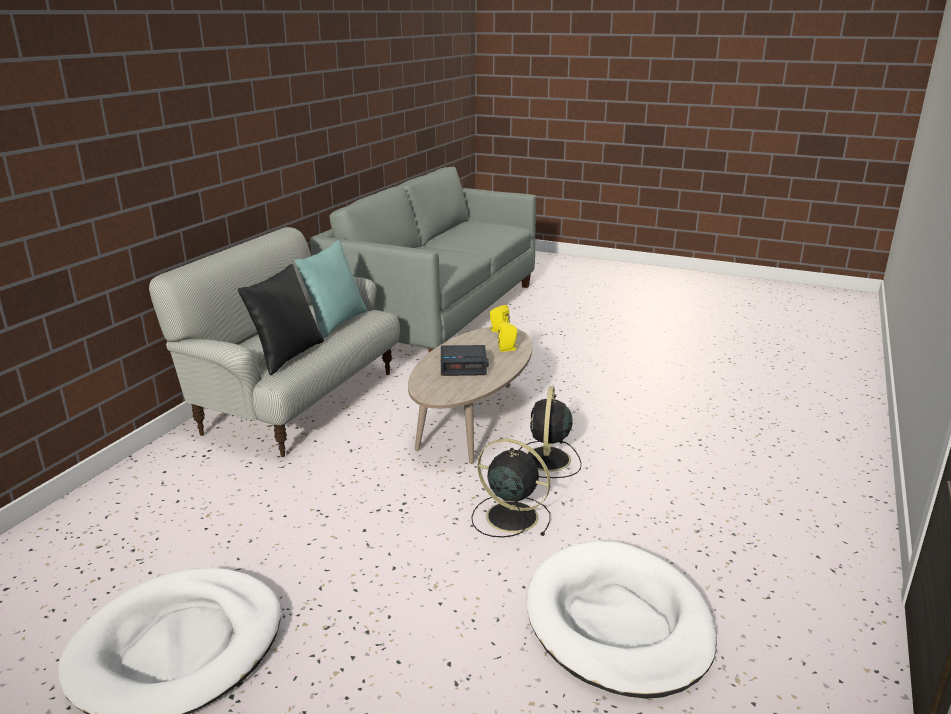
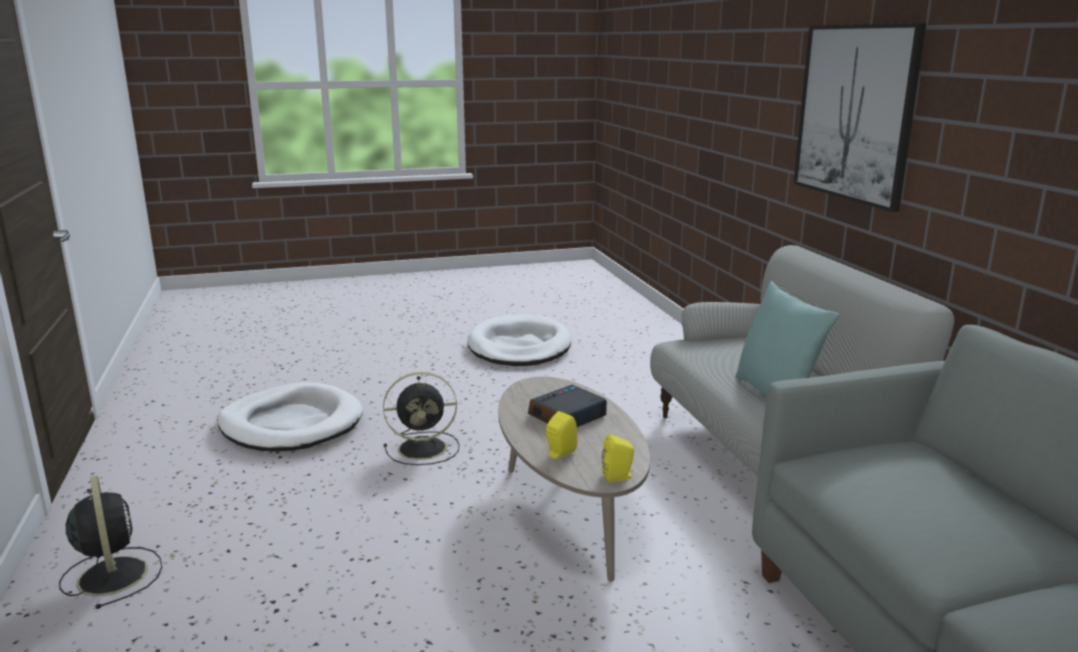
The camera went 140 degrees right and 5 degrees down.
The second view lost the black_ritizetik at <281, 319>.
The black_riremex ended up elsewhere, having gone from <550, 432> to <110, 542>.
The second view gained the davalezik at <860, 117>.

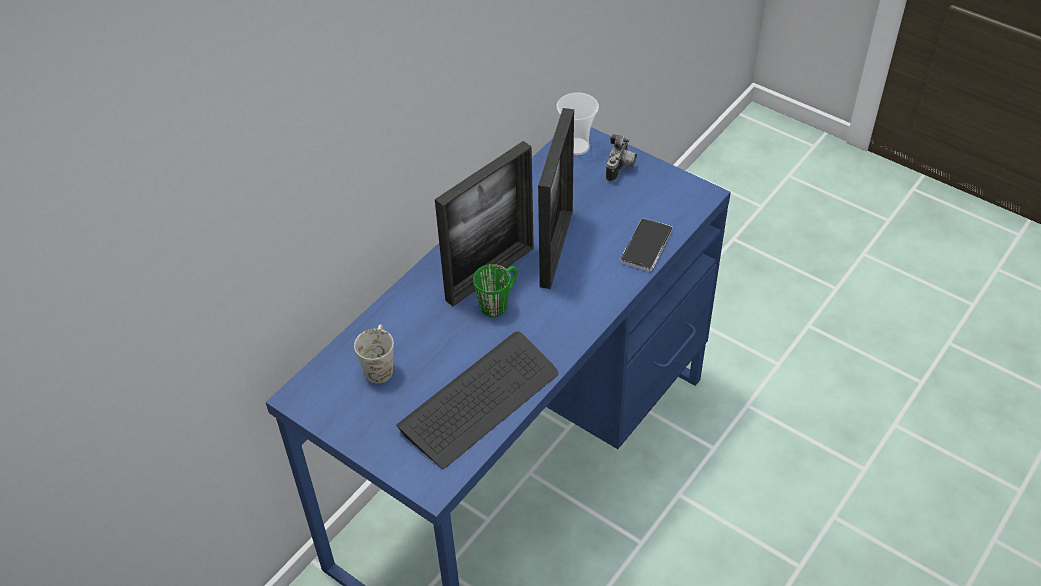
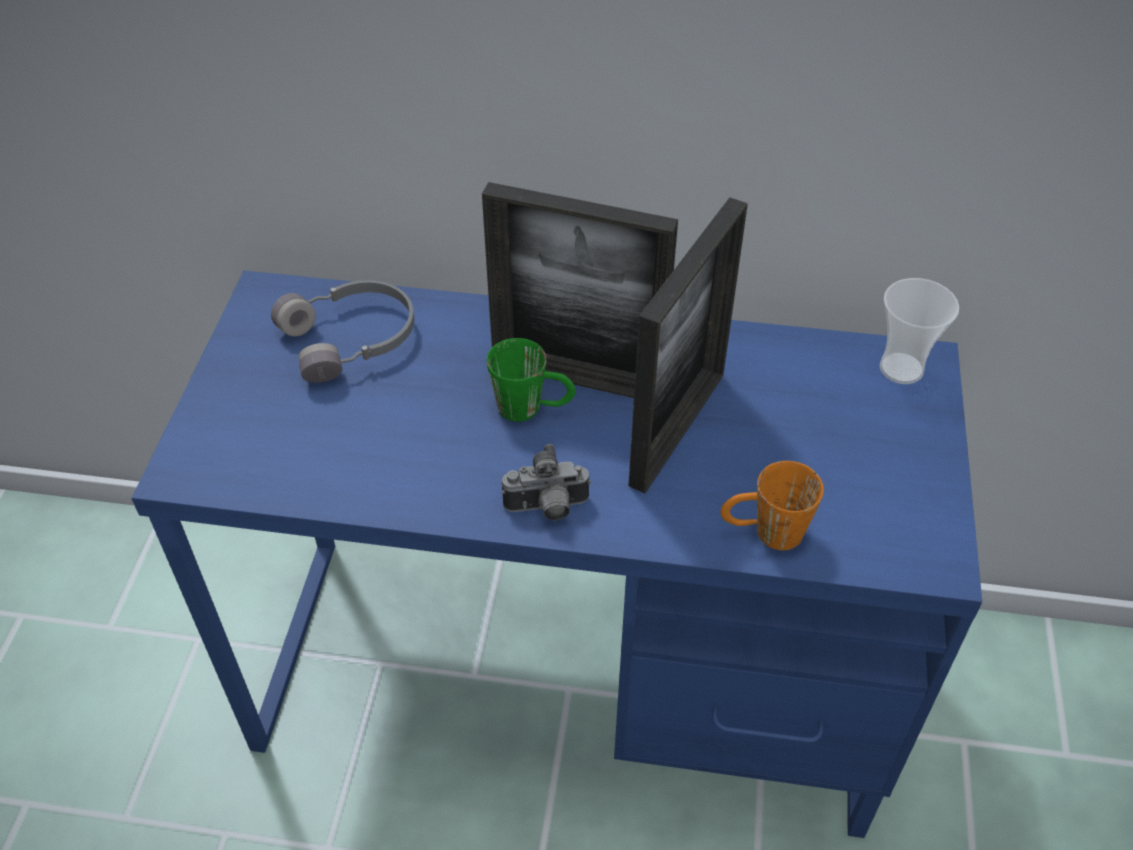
The camera went 60 degrees right and 0 degrees up.
The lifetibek at <556, 198> ended up facing another way, 45 degrees counterclockwise from before.
The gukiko ended up elsewhere, having gone from <621, 158> to <546, 482>.
Where the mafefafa stood at <646, 245>, the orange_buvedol came to stand at <772, 505>.
Where the white_buvedol stood at <374, 353>, the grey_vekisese came to stand at <342, 331>.
The second view lost the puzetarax at <477, 400>.

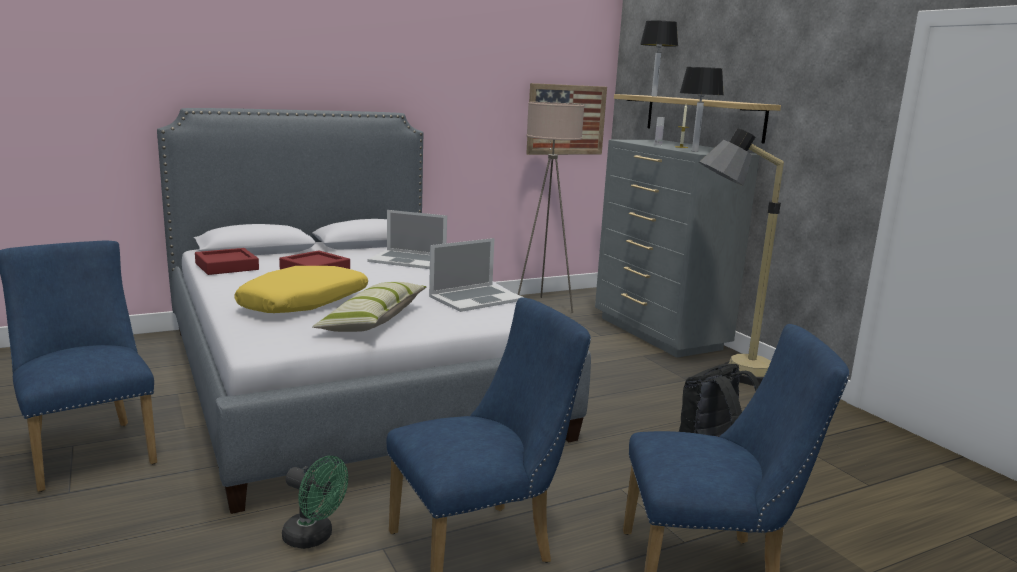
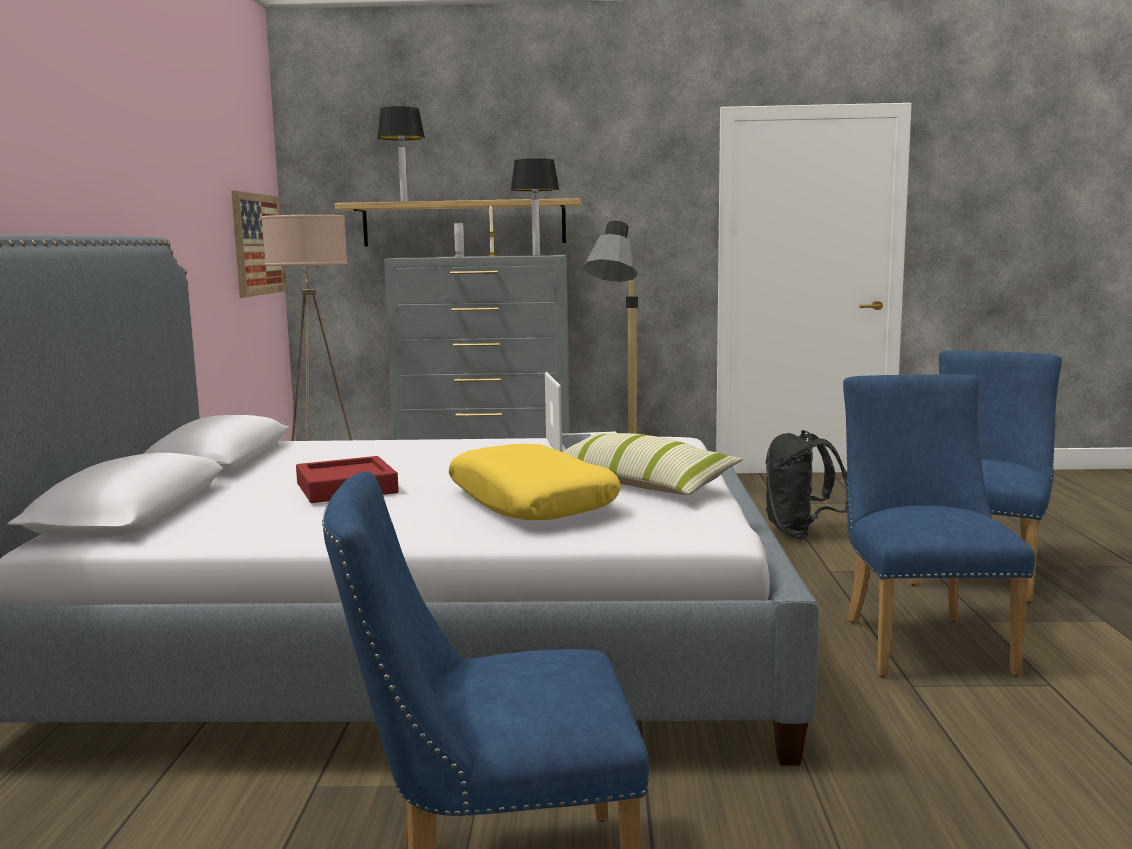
The camera went 60 degrees left and 5 degrees down.
The second view lost the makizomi at <407, 239>.
The second view lost the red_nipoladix at <227, 261>.
The second view lost the green_riremex at <315, 502>.

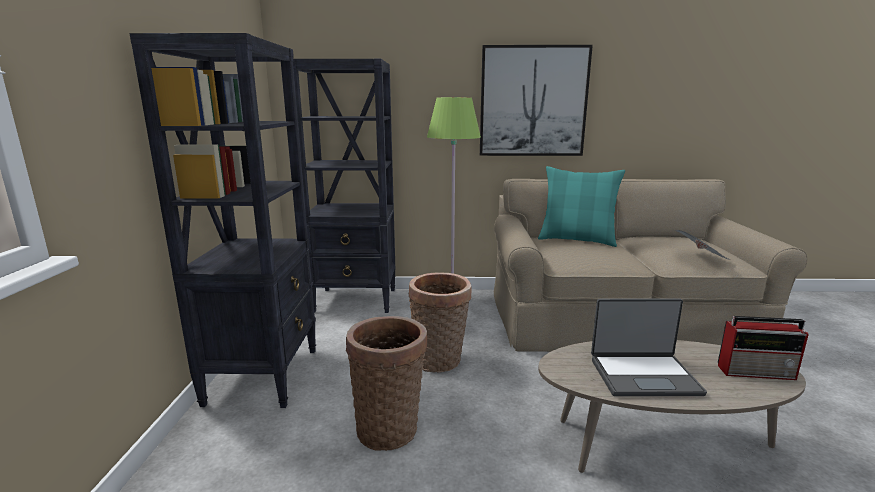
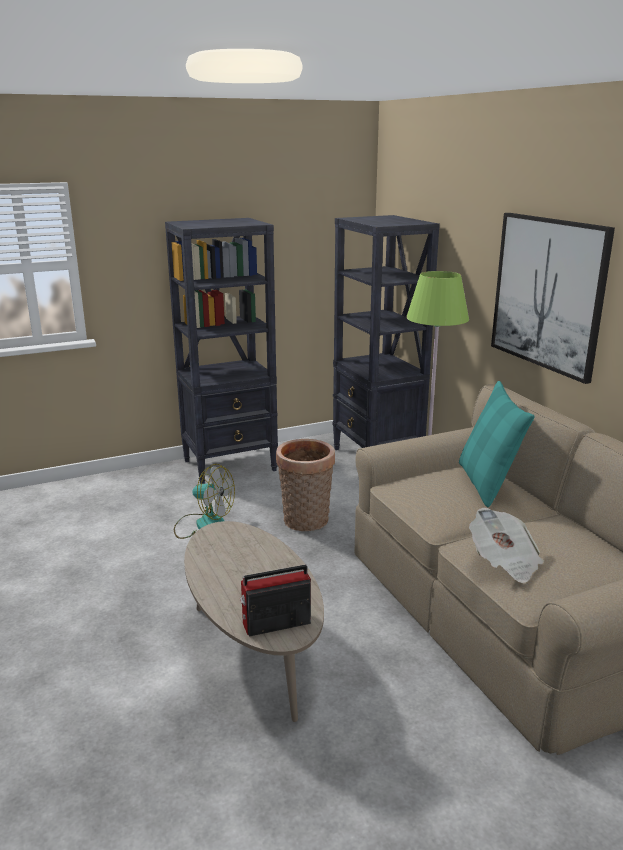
The camera went 65 degrees right and 5 degrees up.
The second view lost the makizomi at <649, 347>.
Where the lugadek stood at <386, 383>, the riremex came to stand at <204, 501>.
The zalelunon at <763, 348> ended up facing another way, 90 degrees clockwise from before.

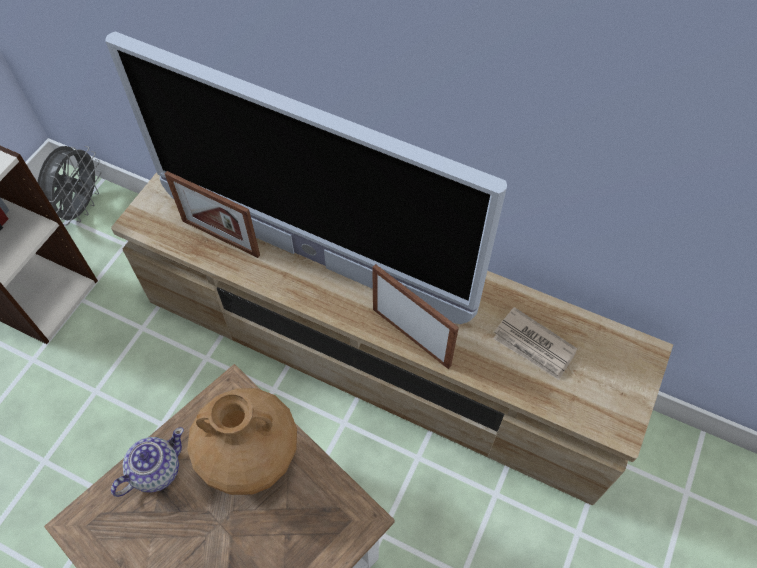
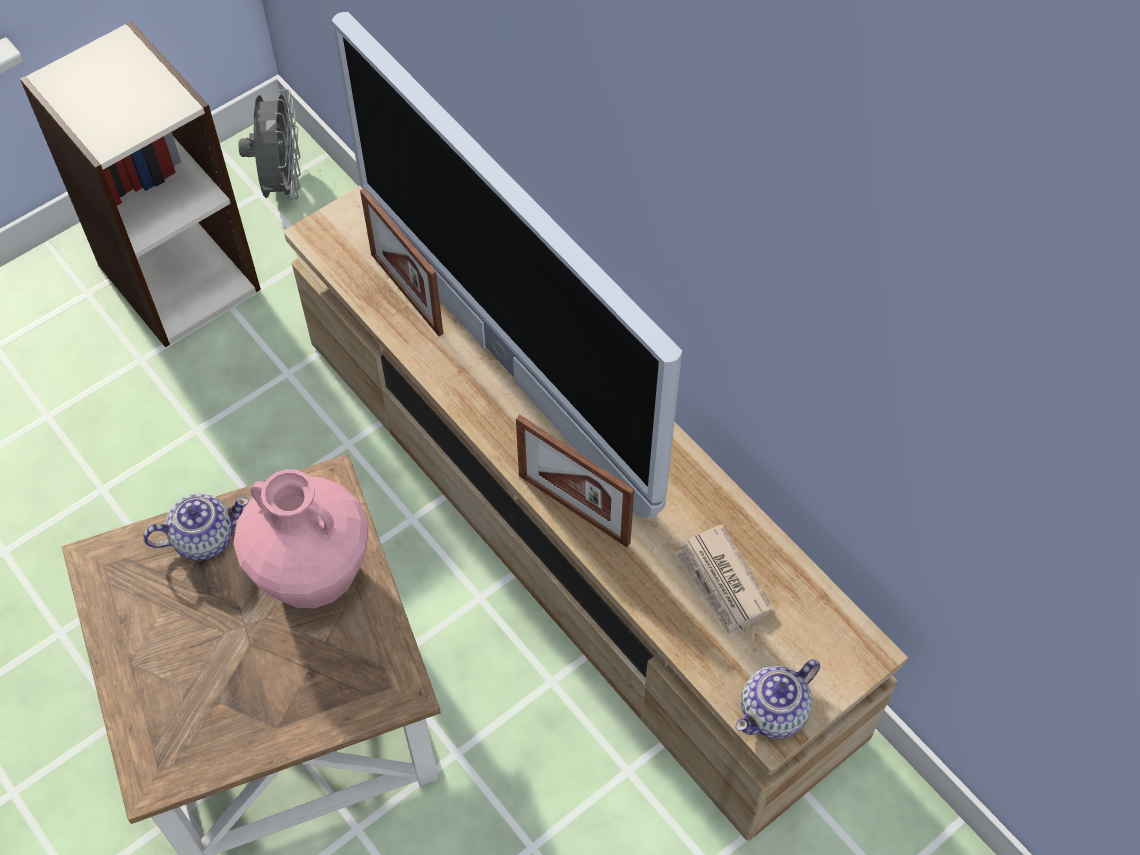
The camera went 25 degrees right and 0 degrees up.
The grey_riremex at <69, 186> ended up facing another way, 45 degrees counterclockwise from before.
The lifetibek at <415, 316> ended up facing another way, 150 degrees clockwise from before.
What was the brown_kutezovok at <242, 441> turned into the pink_kutezovok at <301, 538>.
The second view gained the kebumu at <777, 699>.

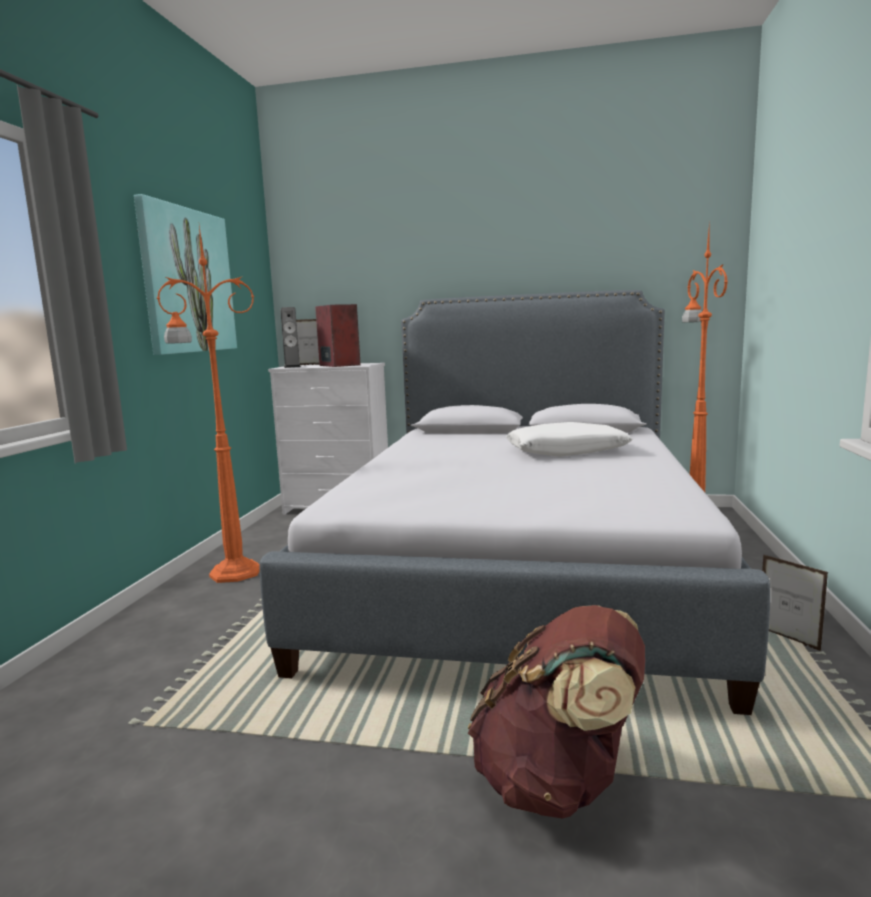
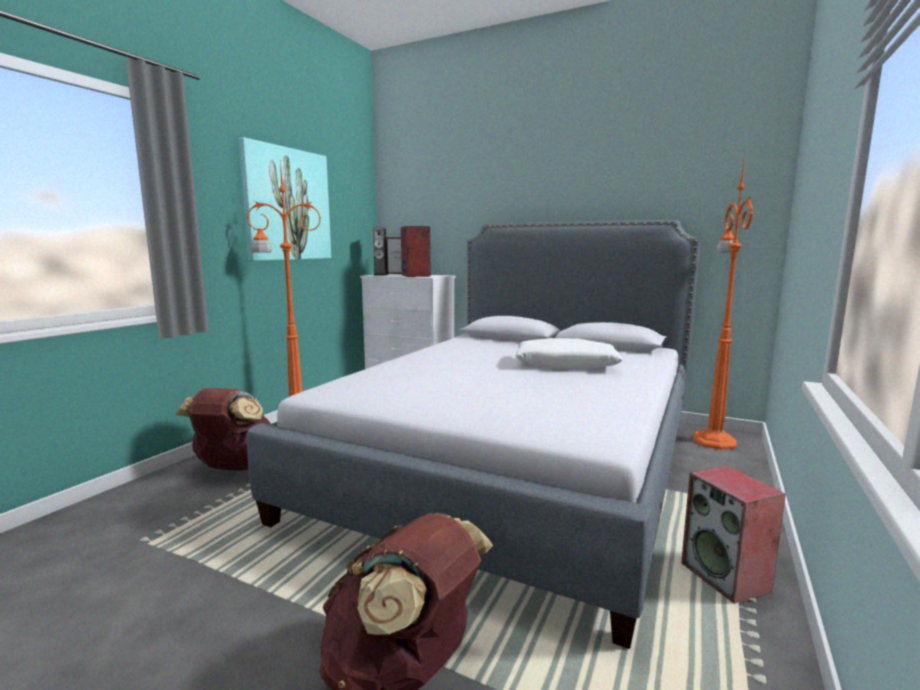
The camera went 15 degrees right and 0 degrees up.
Where the lifetibek stood at <795, 602>, the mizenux came to stand at <733, 534>.
The second view gained the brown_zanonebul at <223, 429>.

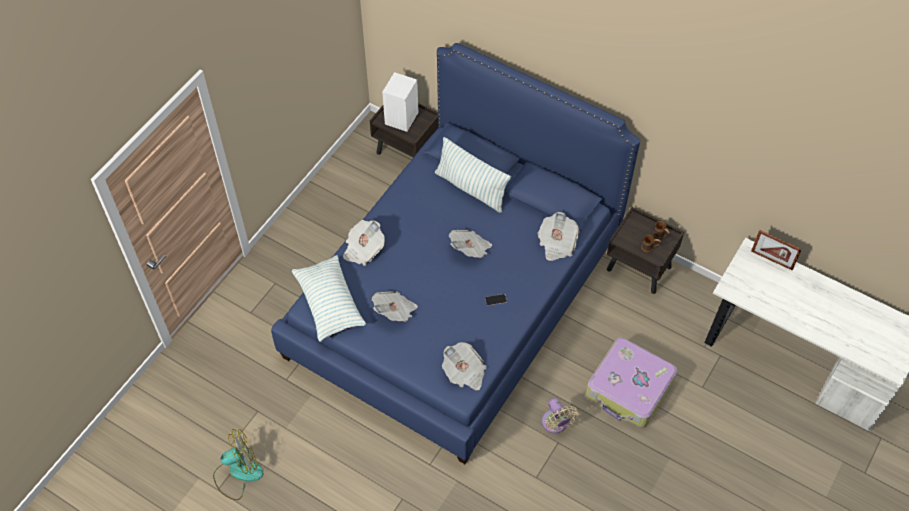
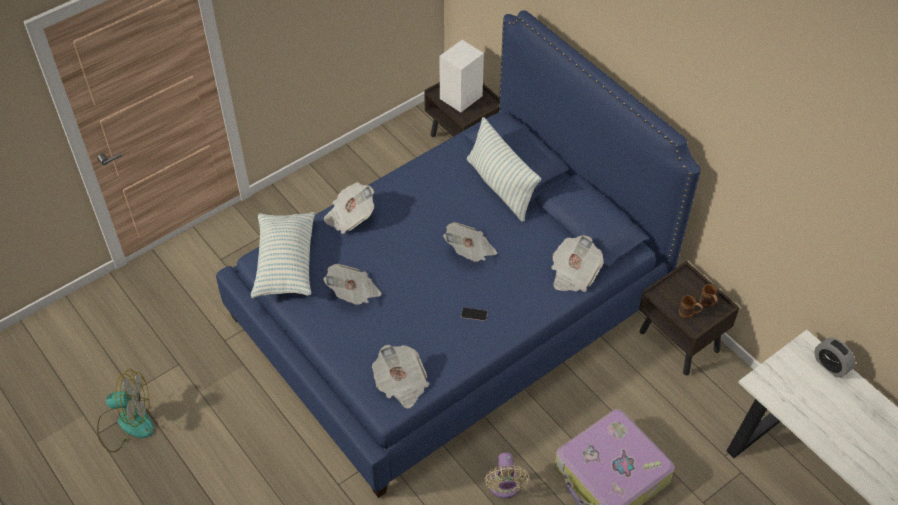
The camera went 20 degrees right and 5 degrees down.
Where the lifetibek stood at <776, 250>, the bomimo came to stand at <834, 358>.

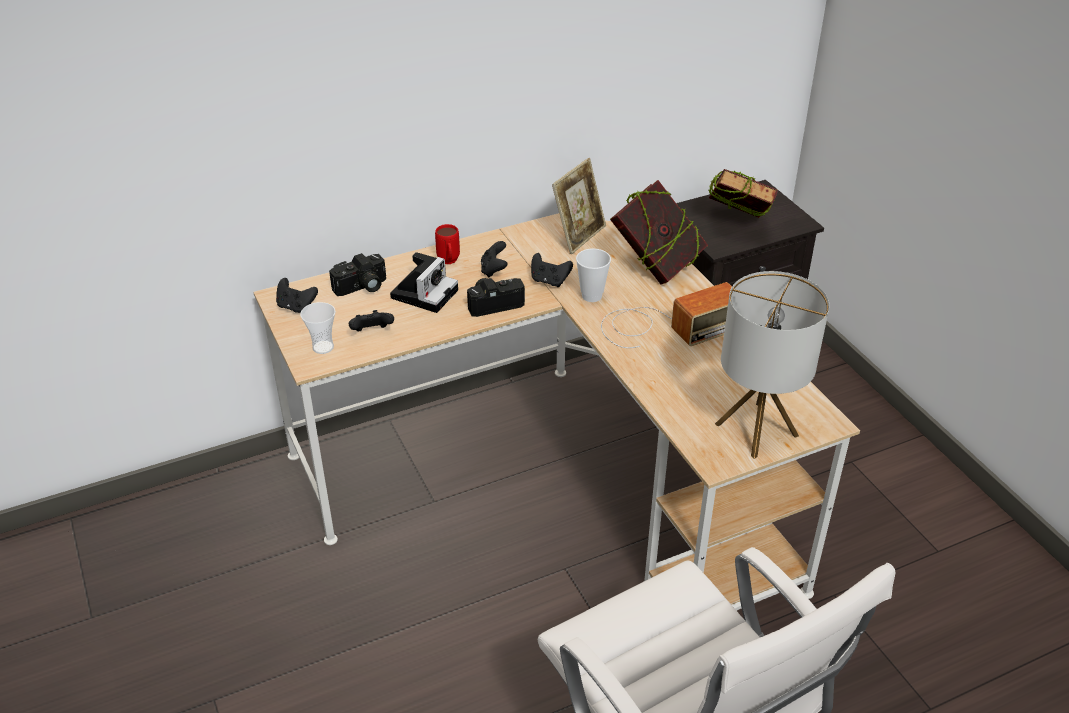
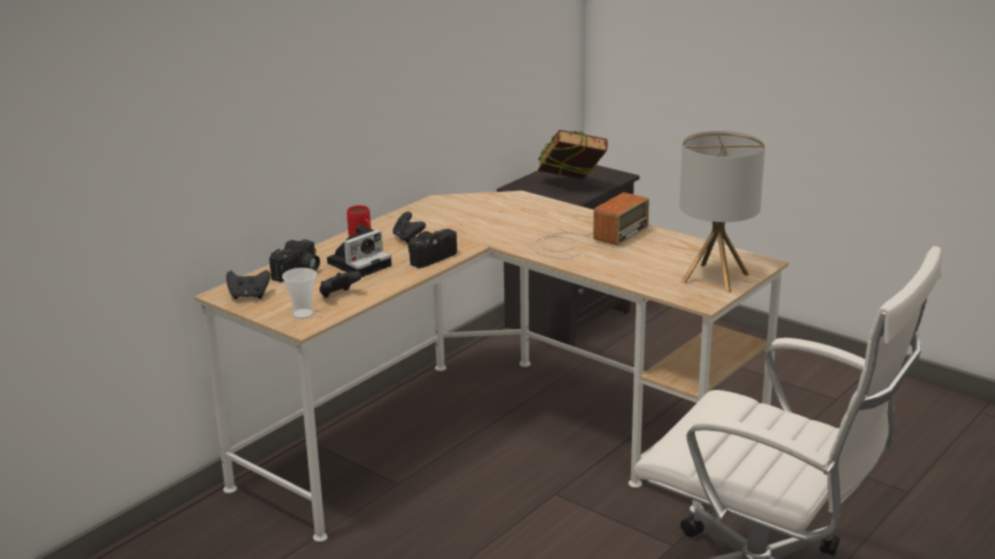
The camera went 25 degrees left and 15 degrees down.
The second view lost the lifetibek at <579, 206>.
The second view lost the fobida at <659, 232>.
The second view lost the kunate at <593, 275>.
The gukiko at <424, 282> ended up facing another way, 45 degrees clockwise from before.
The second view lost the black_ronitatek at <552, 270>.

